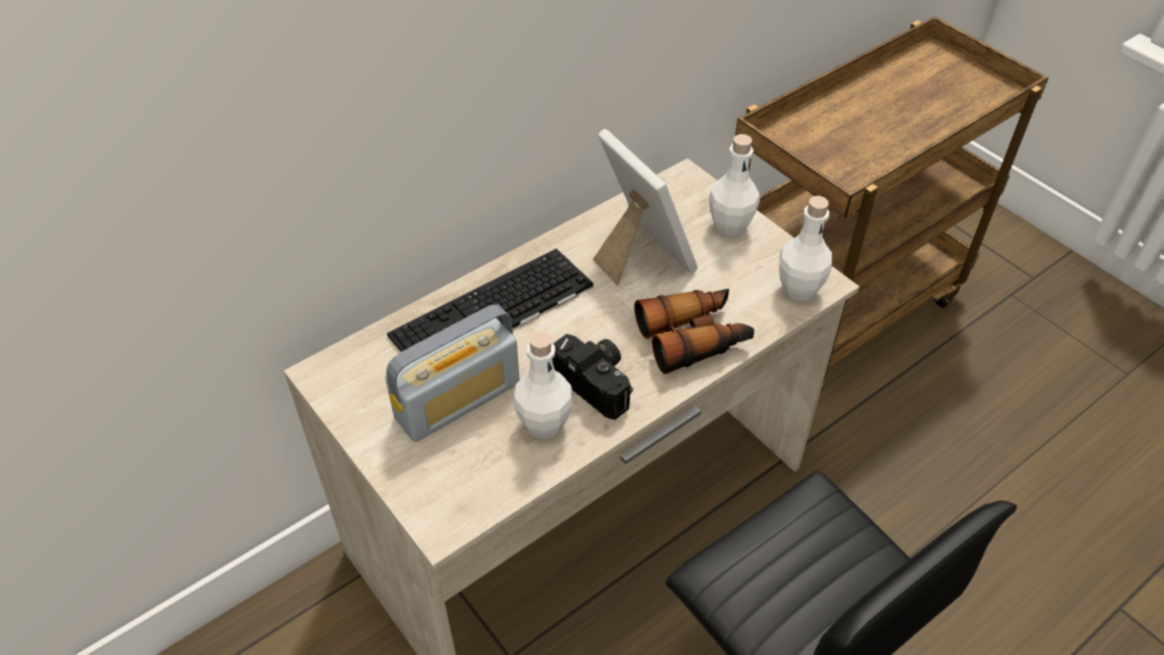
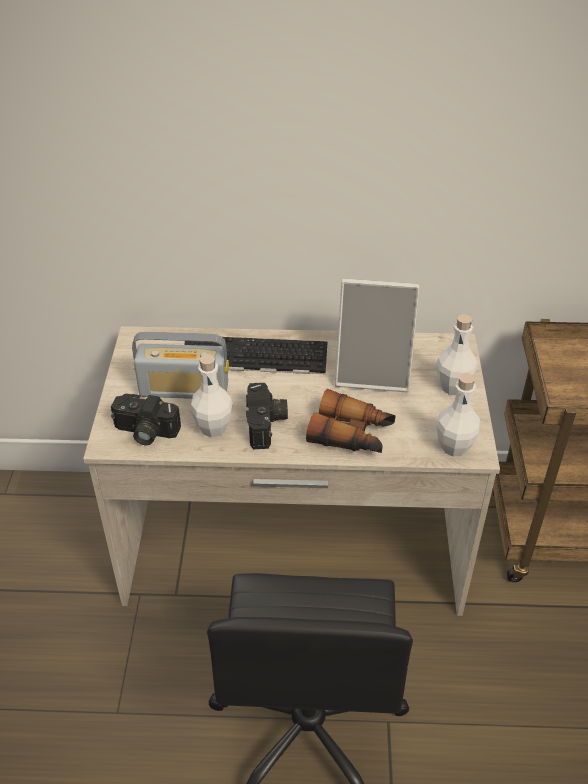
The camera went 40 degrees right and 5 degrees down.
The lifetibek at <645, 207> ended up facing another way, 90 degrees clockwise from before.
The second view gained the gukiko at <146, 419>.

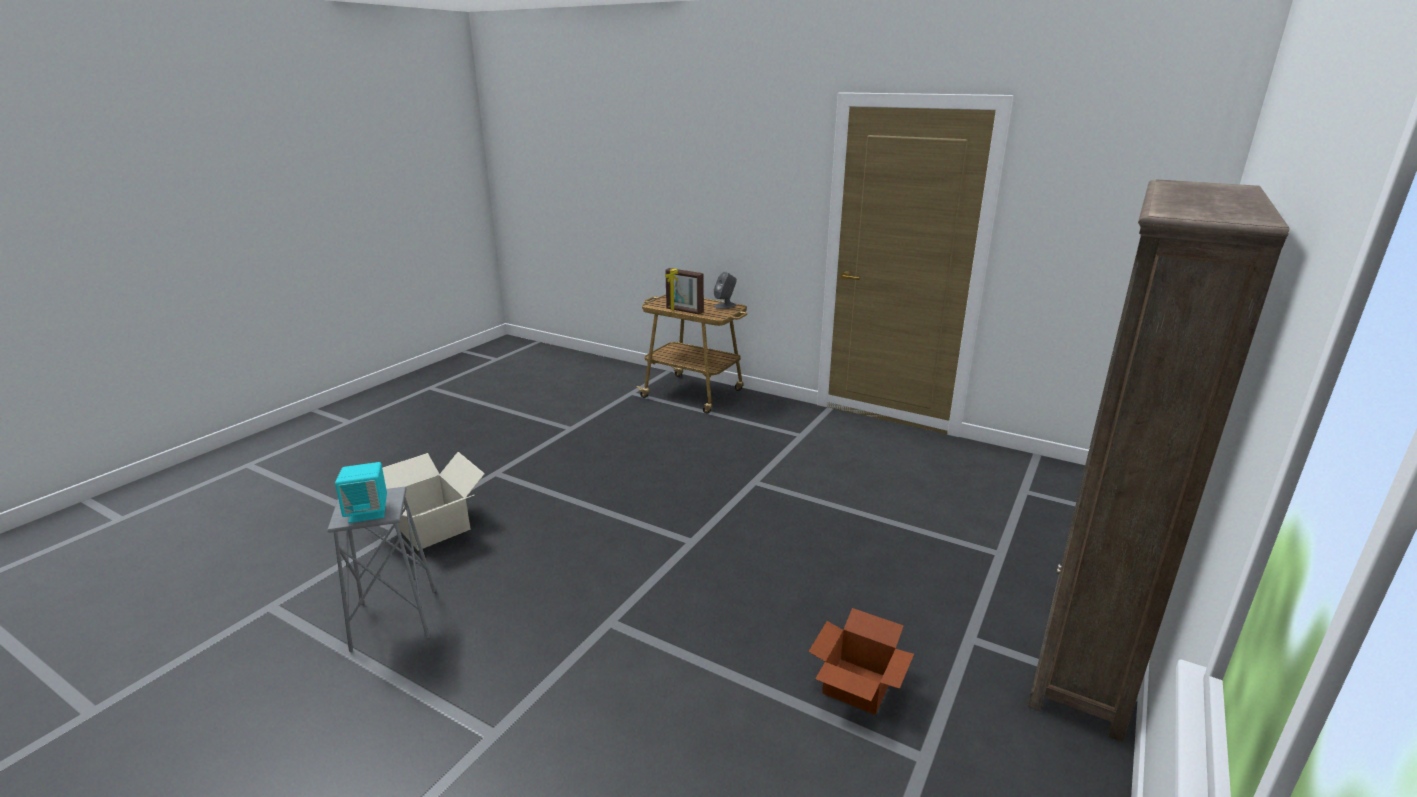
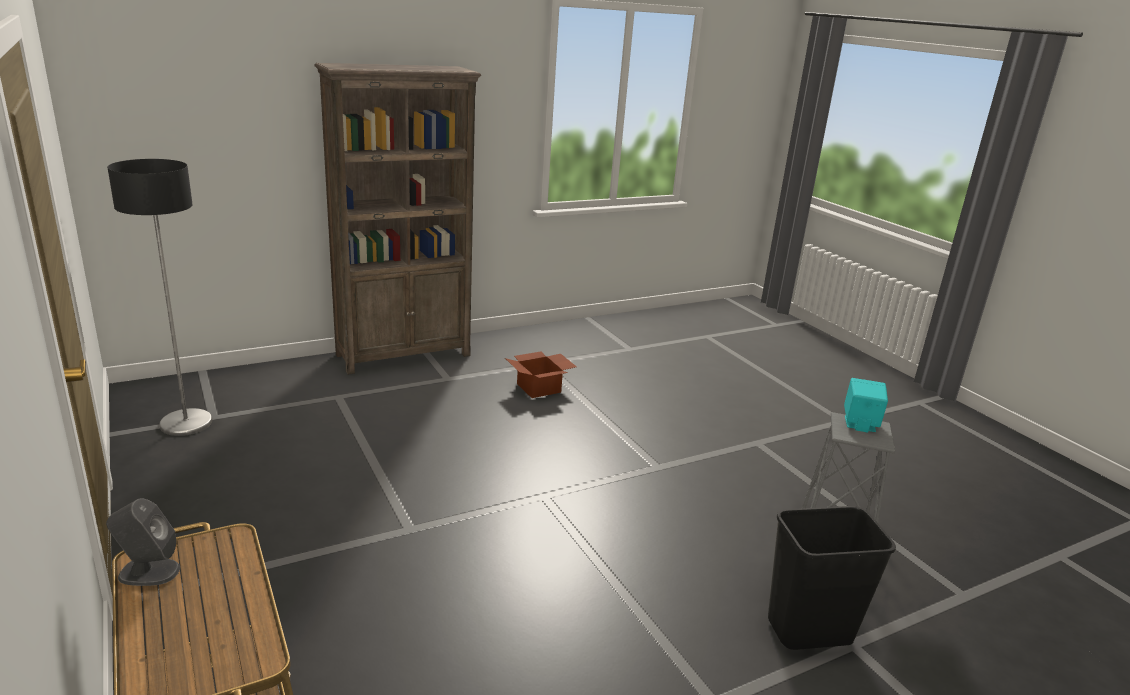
The camera went 150 degrees left and 0 degrees up.
The second view lost the lifetibek at <684, 291>.
Where the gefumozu stood at <433, 501>, the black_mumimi came to stand at <832, 578>.
The second view gained the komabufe at <160, 297>.

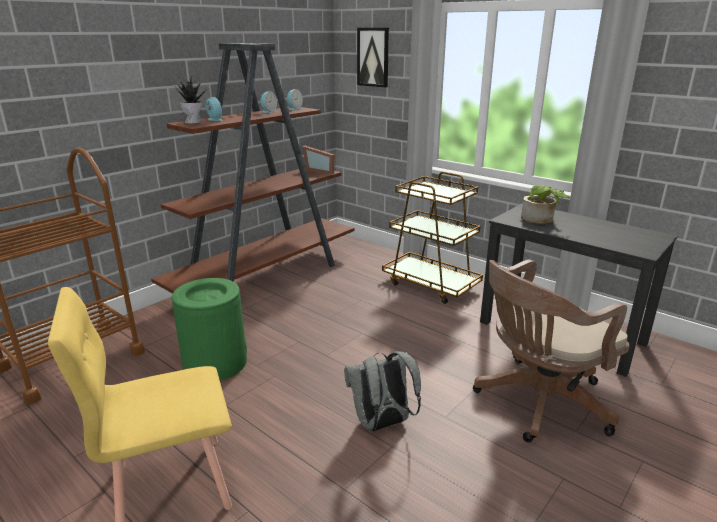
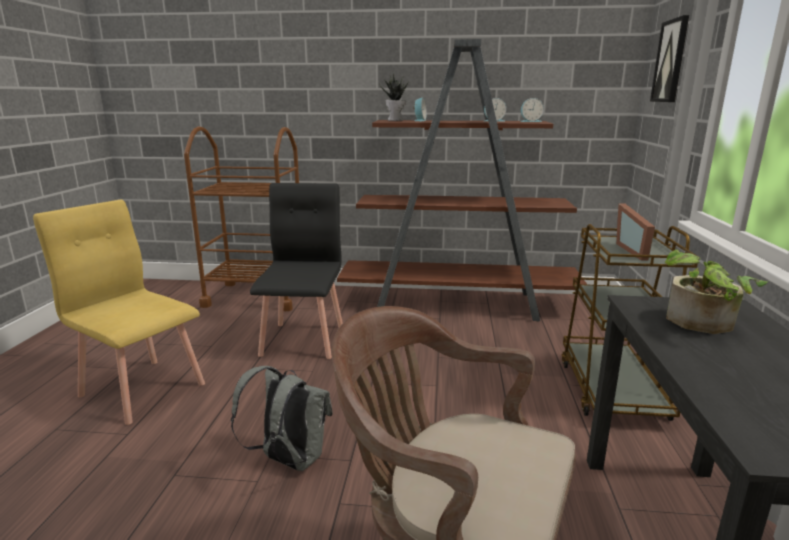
The camera went 55 degrees right and 5 degrees down.
The lifetibek ended up elsewhere, having gone from <318, 160> to <635, 231>.
Where the green_mumimi stood at <209, 329>, the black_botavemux came to stand at <296, 271>.

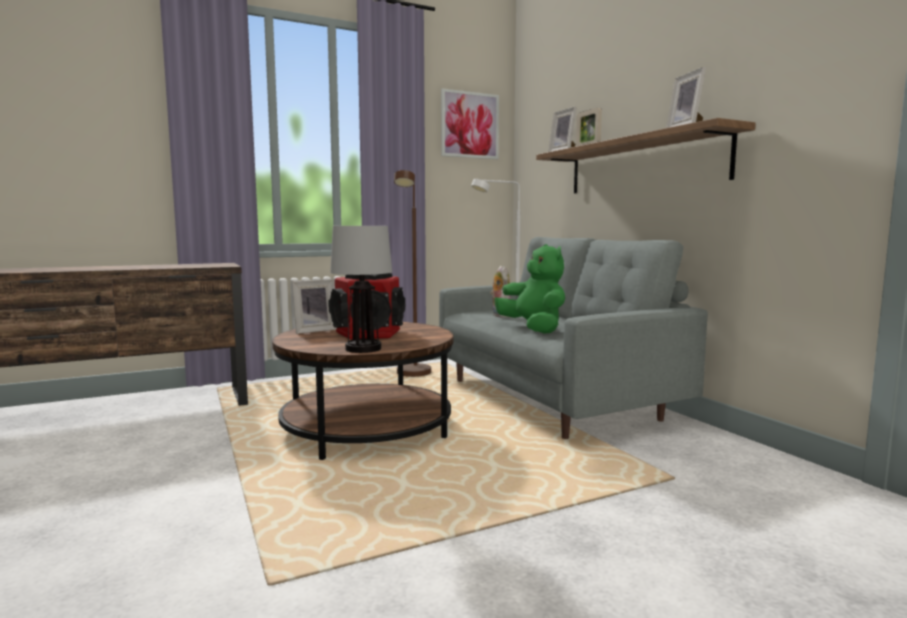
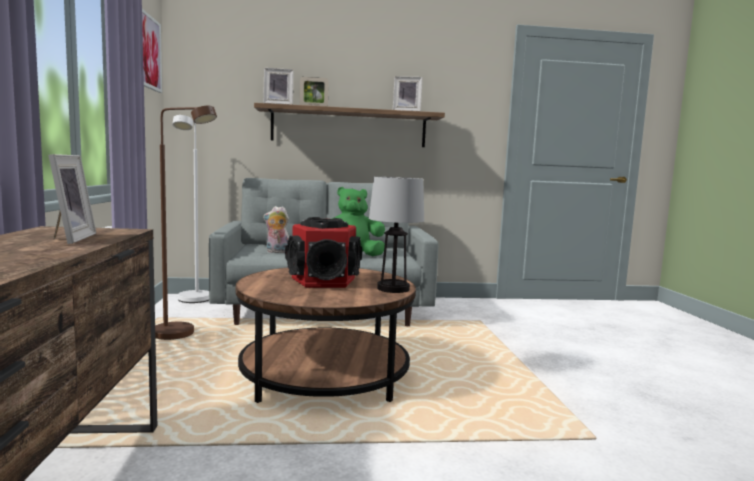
The camera went 70 degrees left and 0 degrees up.
The lifetibek ended up elsewhere, having gone from <314, 306> to <72, 199>.

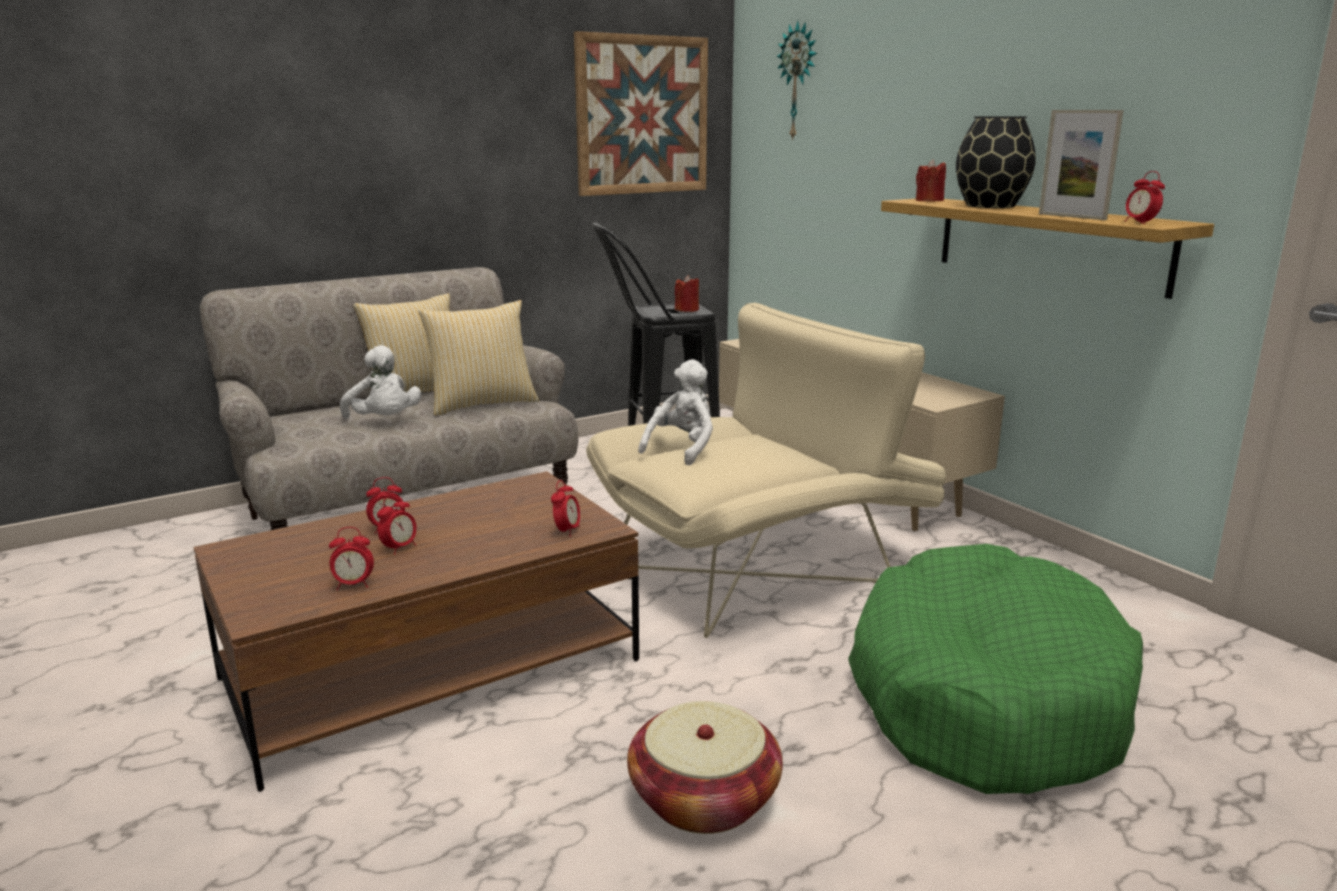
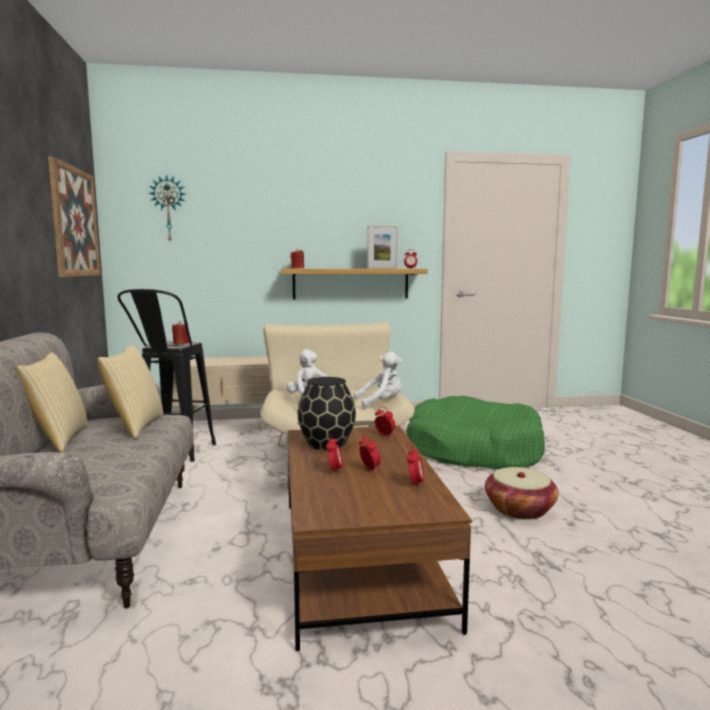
The camera went 65 degrees left and 10 degrees down.
The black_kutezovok ended up elsewhere, having gone from <996, 162> to <327, 413>.
The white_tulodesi ended up elsewhere, having gone from <380, 382> to <378, 380>.

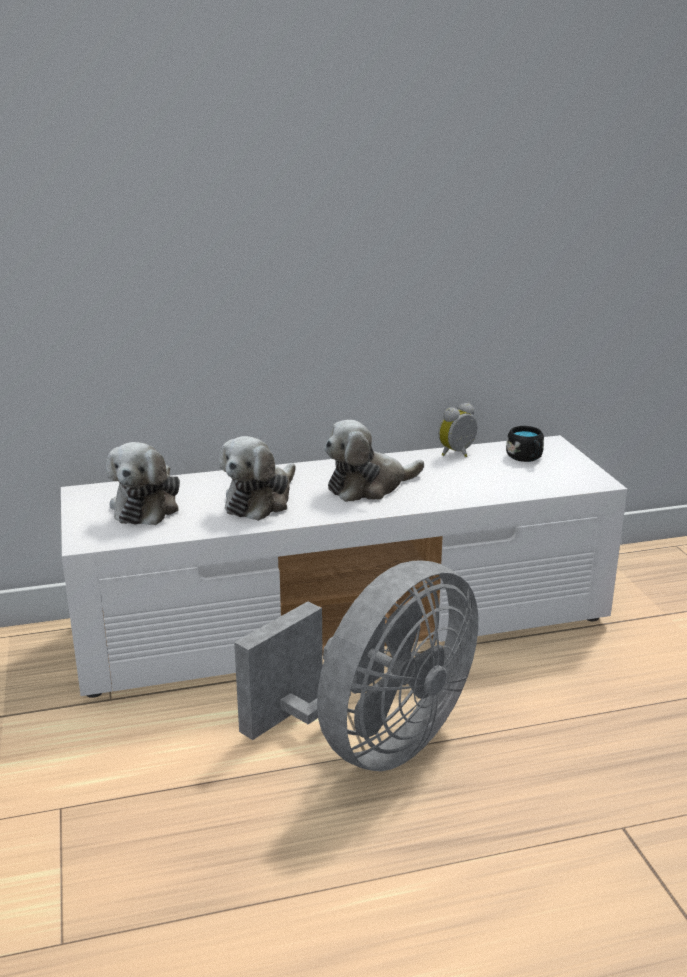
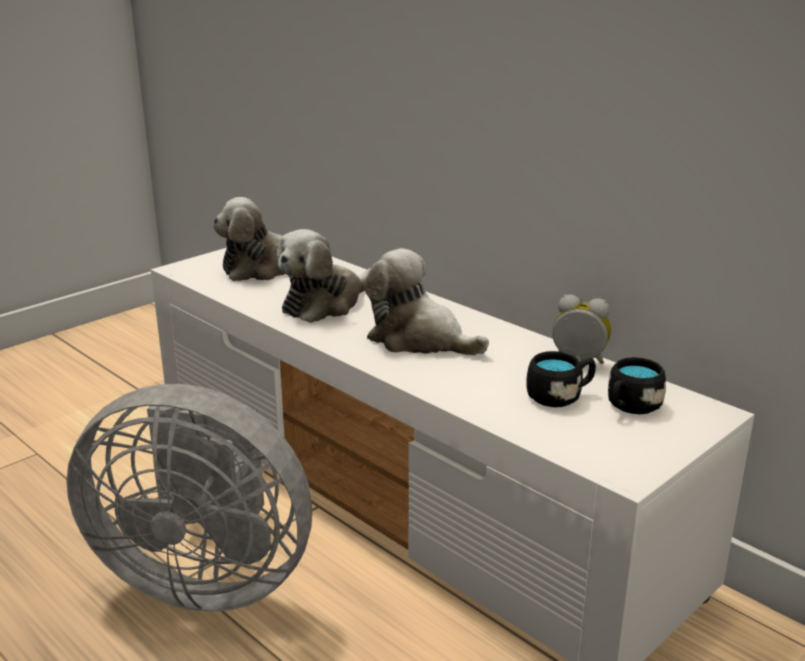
The camera went 60 degrees right and 0 degrees up.
The tulodesi at <257, 478> ended up facing another way, 45 degrees counterclockwise from before.
The second view gained the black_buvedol at <561, 379>.

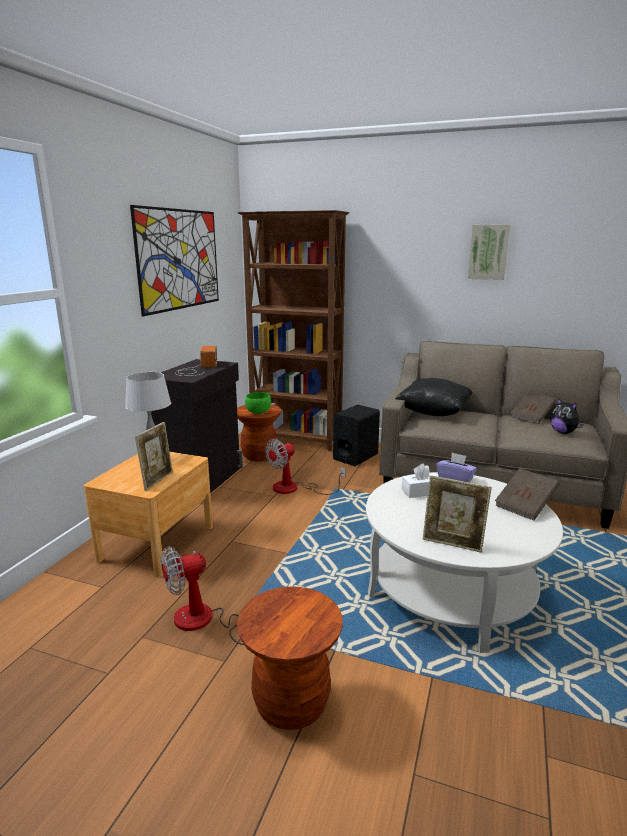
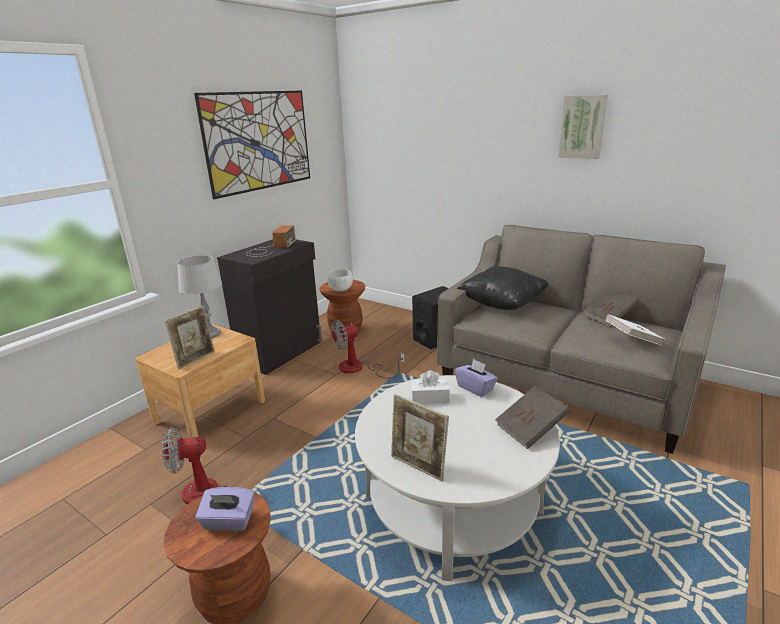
The camera went 15 degrees right and 5 degrees up.
The second view lost the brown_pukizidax at <293, 330>.
What was the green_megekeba at <258, 403> turned into the white_megekeba at <340, 280>.
Where the tulodesi stood at <567, 416>, the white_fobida came to stand at <635, 330>.
The second view gained the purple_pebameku at <225, 509>.

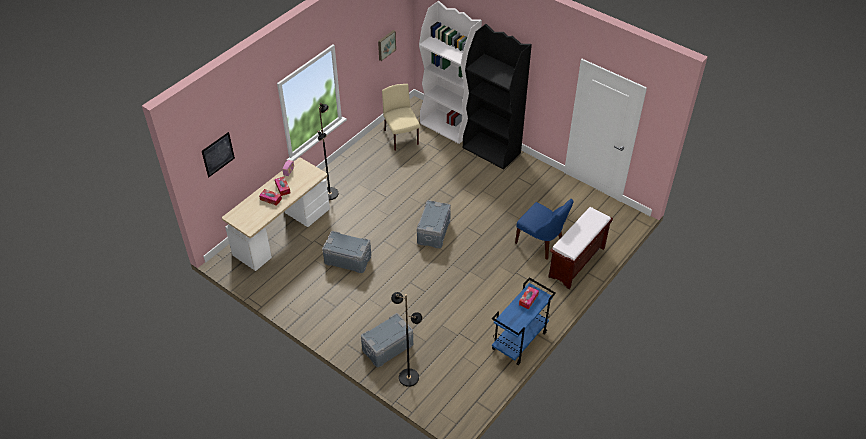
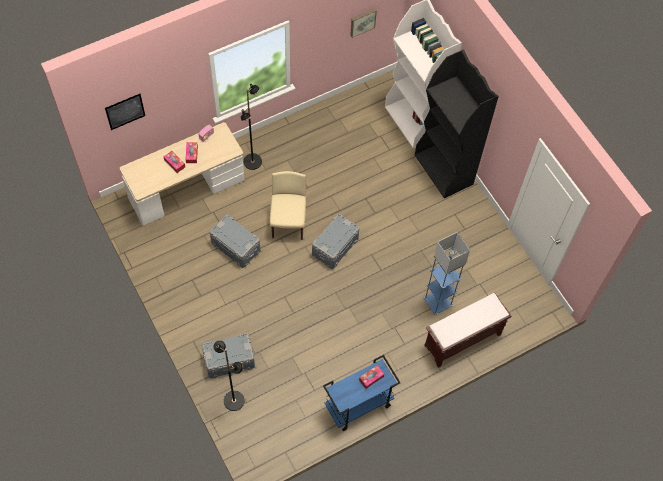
The camera went 20 degrees right and 15 degrees up.
The beige_botavemux ended up elsewhere, having gone from <401, 117> to <288, 205>.
Where the blue_botavemux stood at <544, 229>, the blue_komabufe came to stand at <447, 273>.

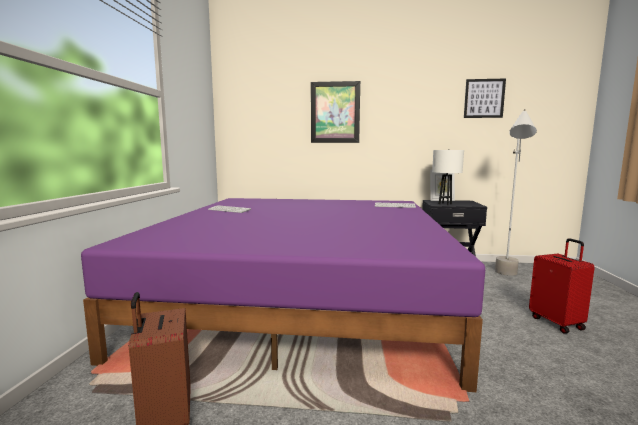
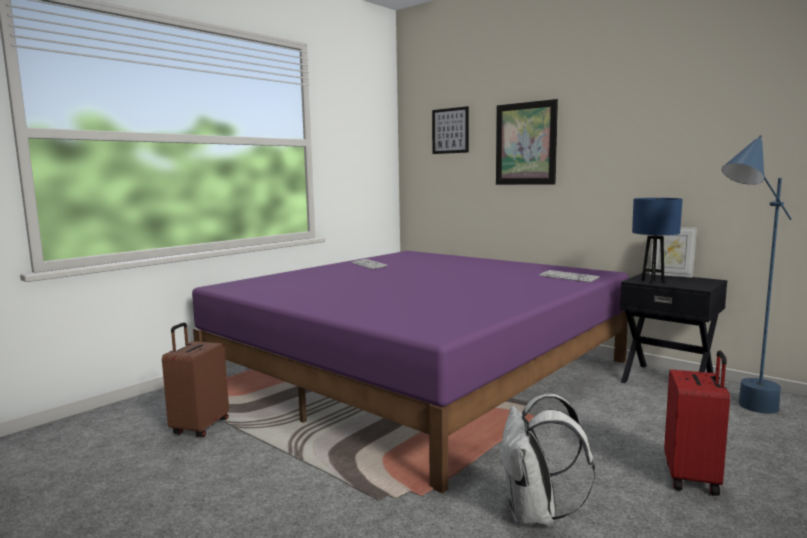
The camera went 35 degrees right and 0 degrees up.
The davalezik ended up elsewhere, having gone from <485, 98> to <450, 130>.
What was the grey_komabufe at <516, 192> turned into the blue_komabufe at <757, 274>.
What was the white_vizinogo at <448, 177> turned into the blue_vizinogo at <657, 240>.
The second view gained the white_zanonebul at <547, 460>.

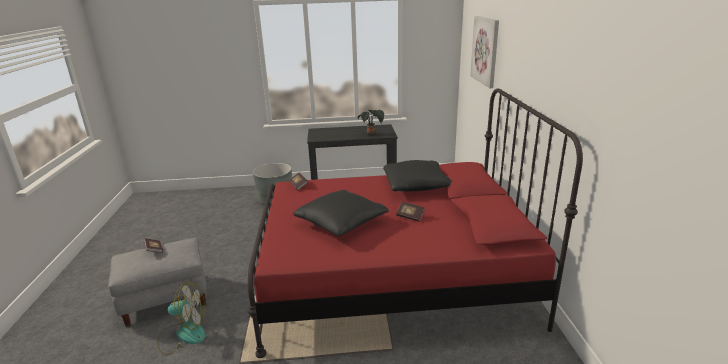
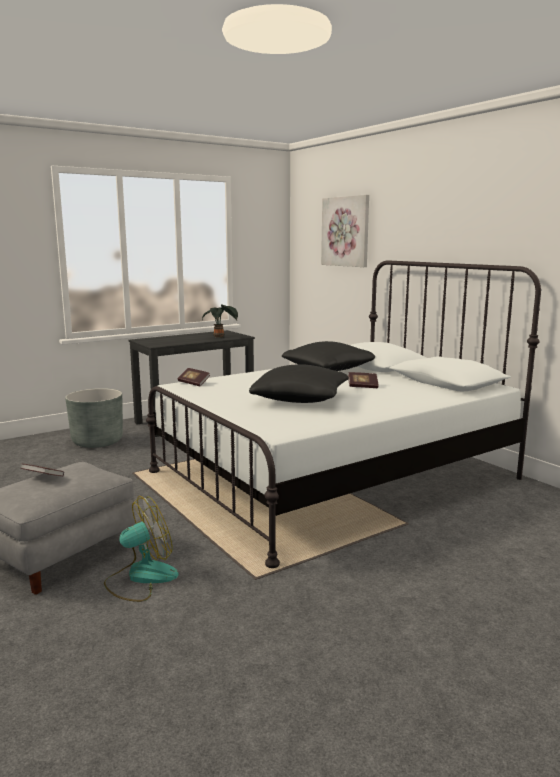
The camera went 30 degrees left and 10 degrees down.
What was the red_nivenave at <415, 223> turned into the white_nivenave at <343, 414>.

